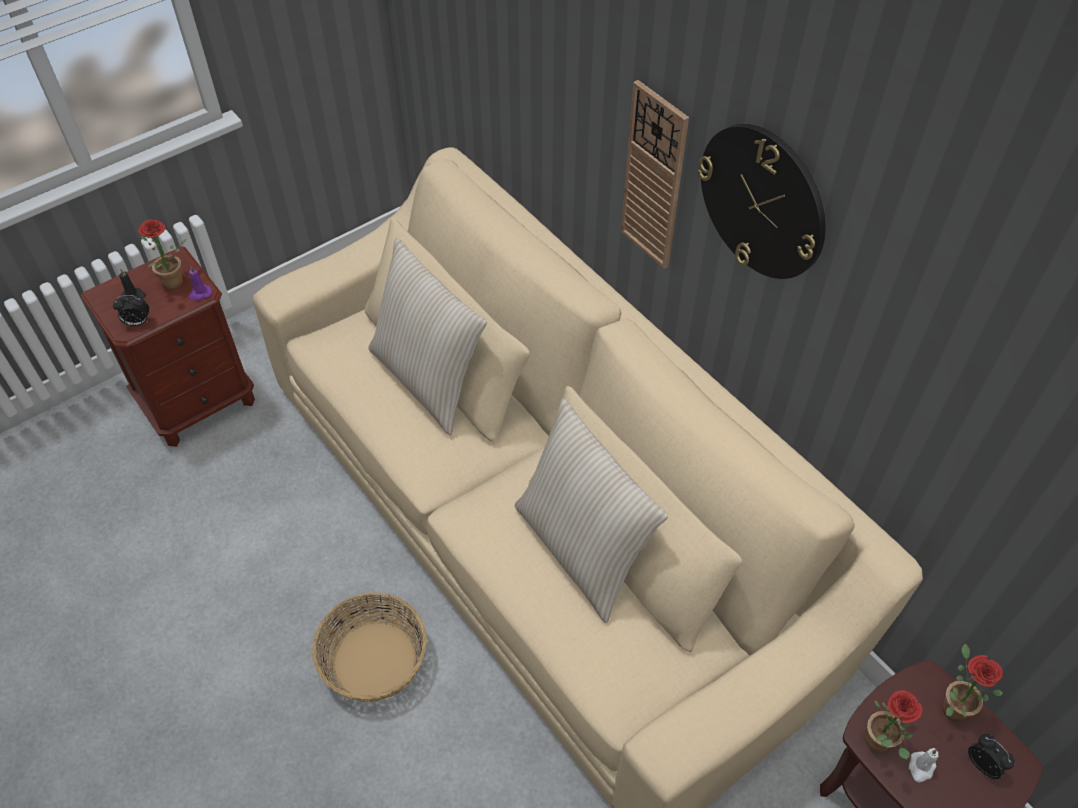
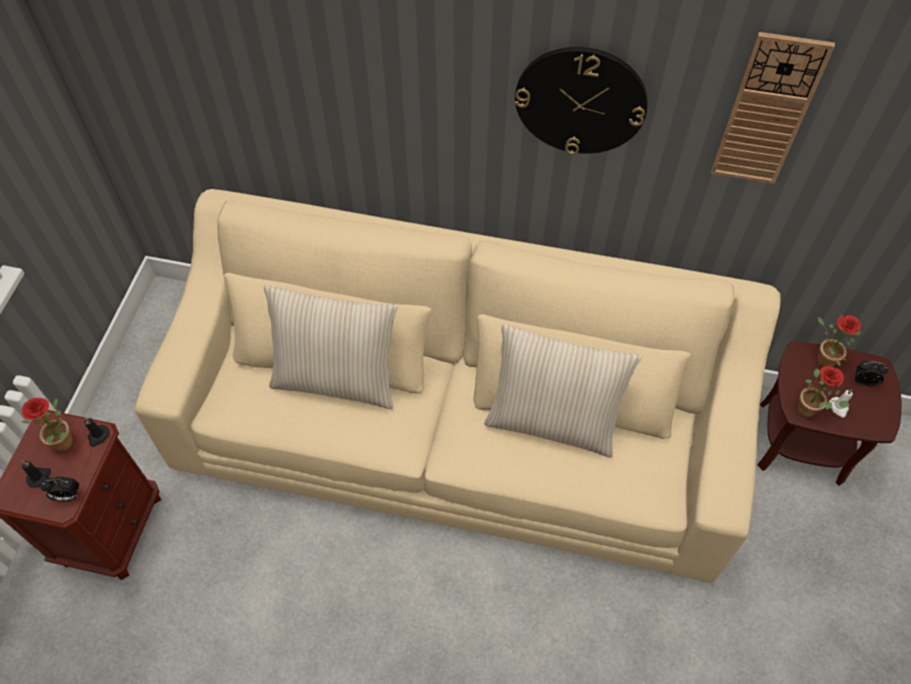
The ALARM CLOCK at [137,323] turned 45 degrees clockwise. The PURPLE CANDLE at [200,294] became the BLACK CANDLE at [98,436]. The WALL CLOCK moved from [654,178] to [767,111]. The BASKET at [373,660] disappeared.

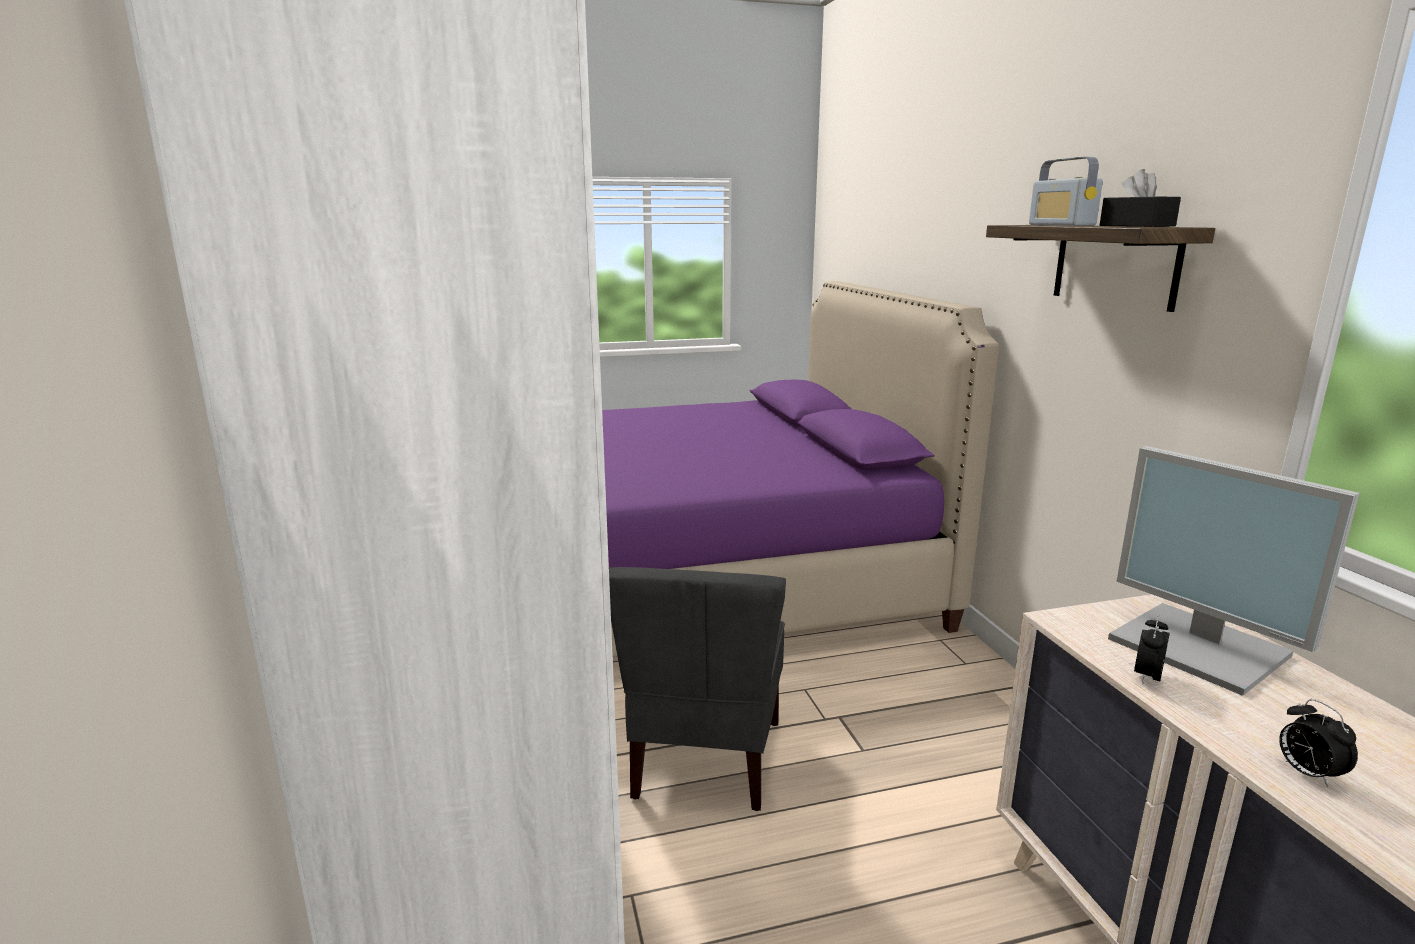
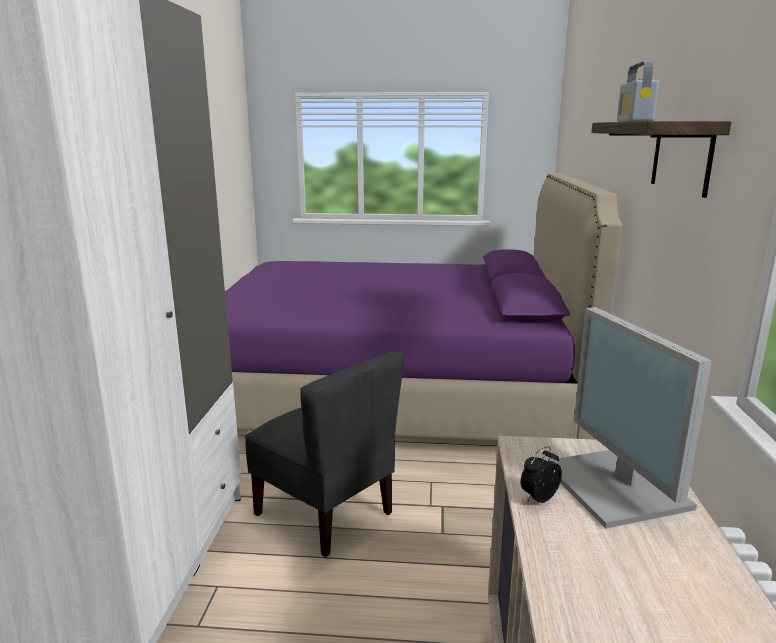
The GREY CHAIR at [705,759] turned 75 degrees counterclockwise. The BLACK TISSUE BOX at [1136,226] disappeared. The ALARM CLOCK at [1307,773] disappeared.

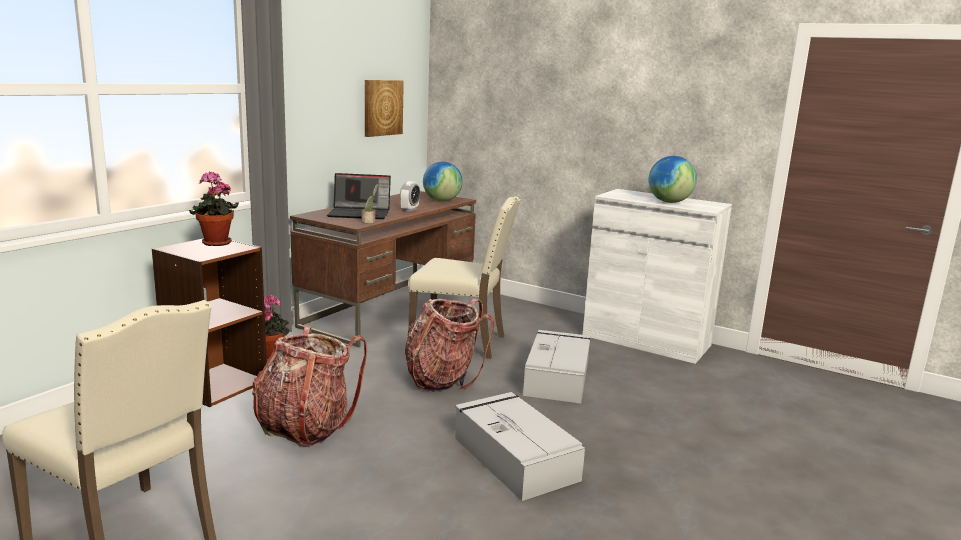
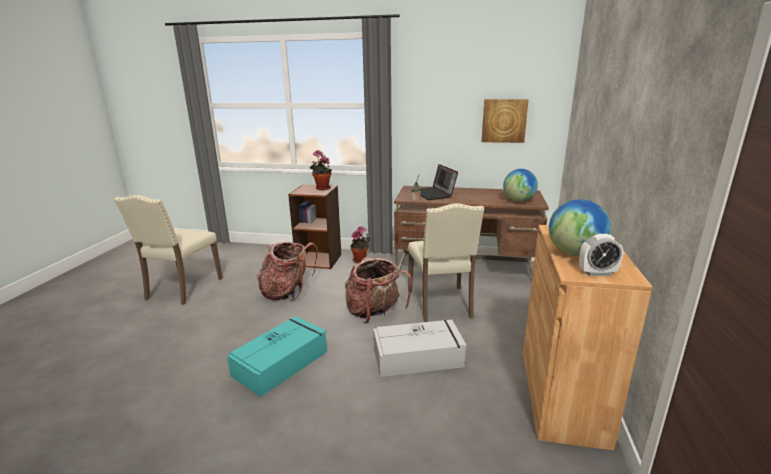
The GREY STORAGE BOX at [514,457] became the TURQUOISE STORAGE BOX at [282,362]. The WHITE CABINET at [646,340] became the BROWN CABINET at [561,395]. The ALARM CLOCK moved from [409,209] to [597,273].

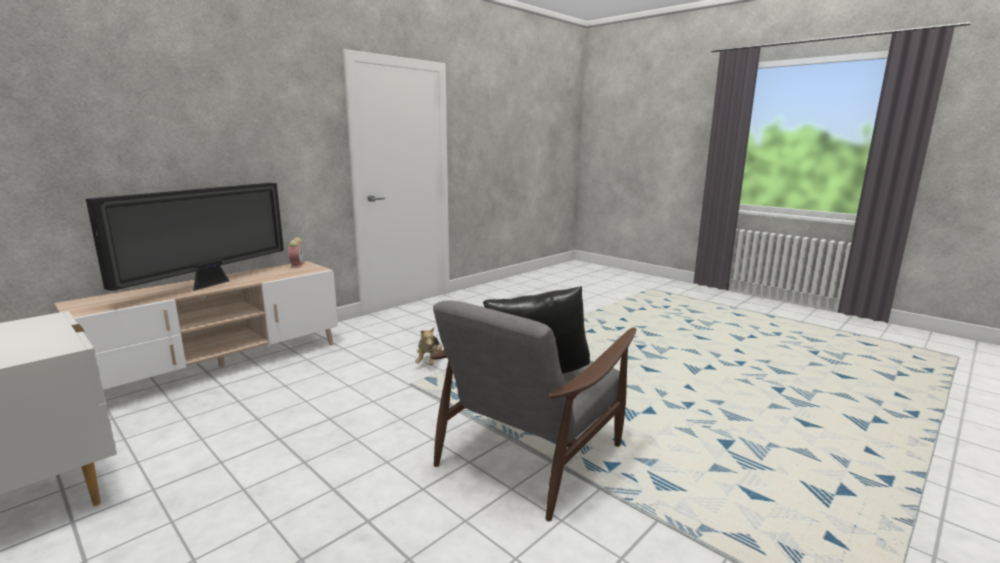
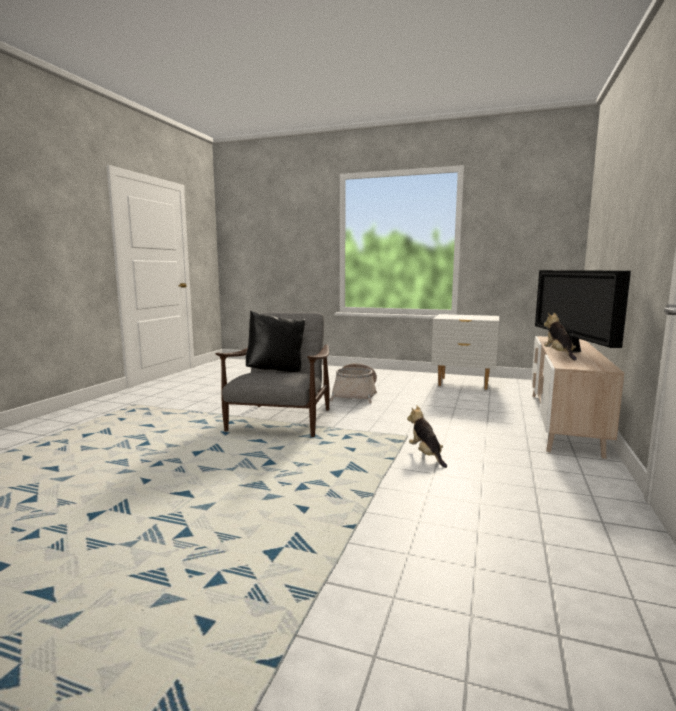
The BASKET at [355,395] appeared. The PLUSH TOY at [559,354] appeared. The ALARM CLOCK at [297,265] disappeared.

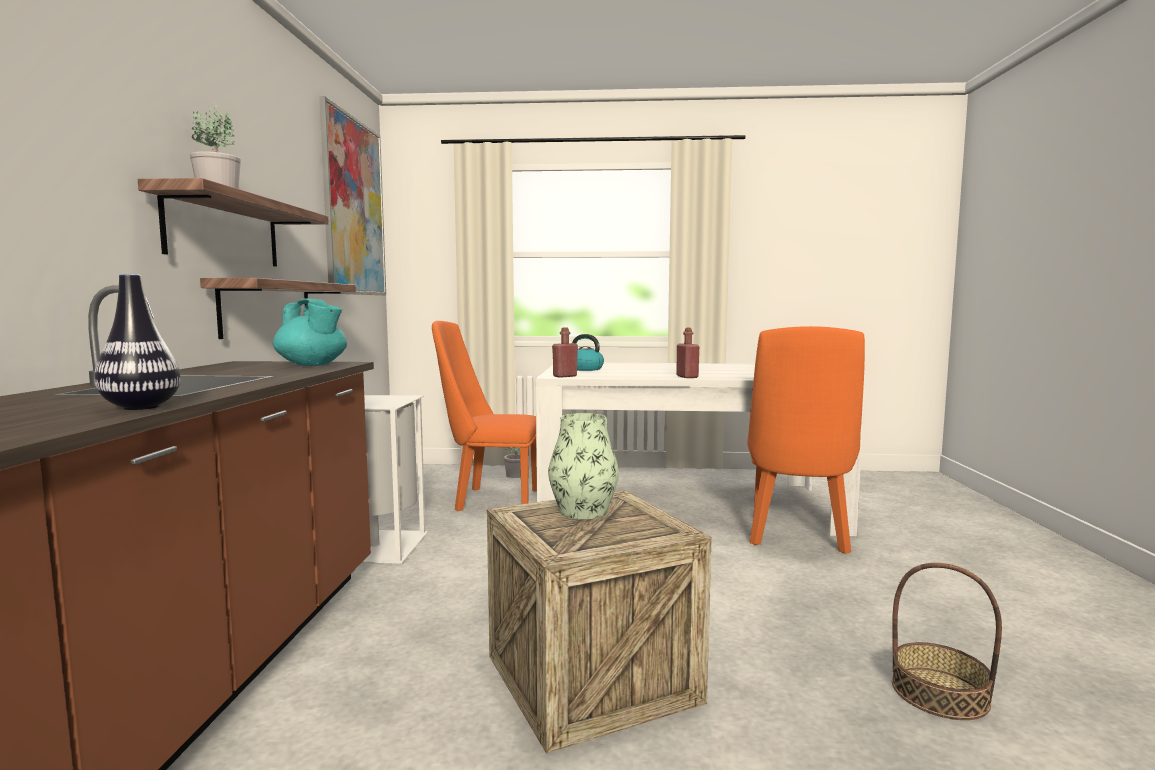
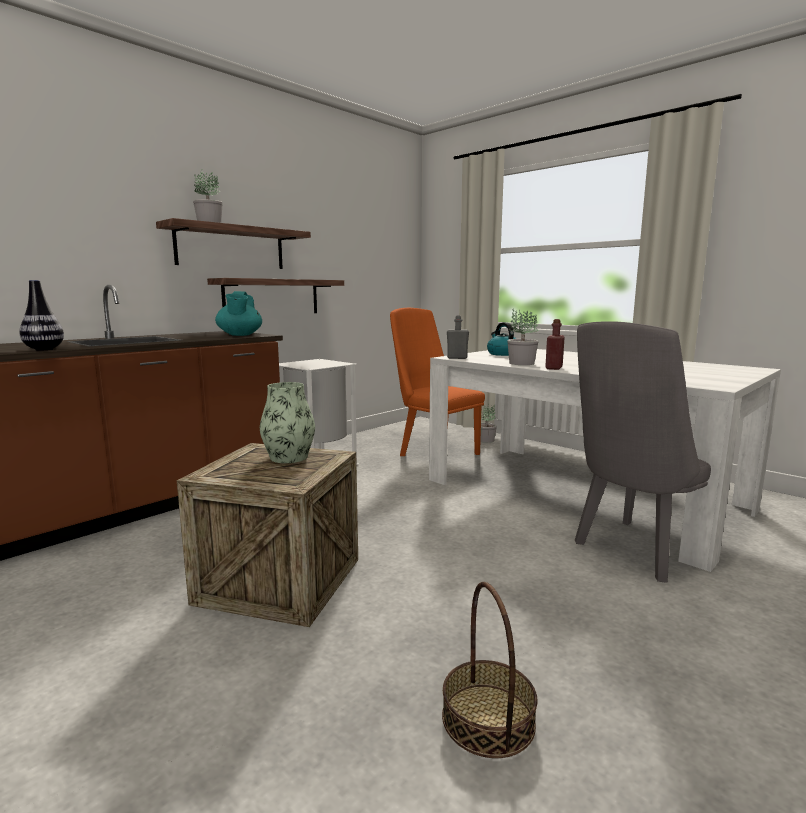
The RED BOTTLE at [565,376] became the GREY BOTTLE at [457,358]. The POTTED PLANT at [521,363] appeared. The ORANGE CHAIR at [797,538] became the GREY CHAIR at [634,552]. The PICTURE at [354,207] disappeared.

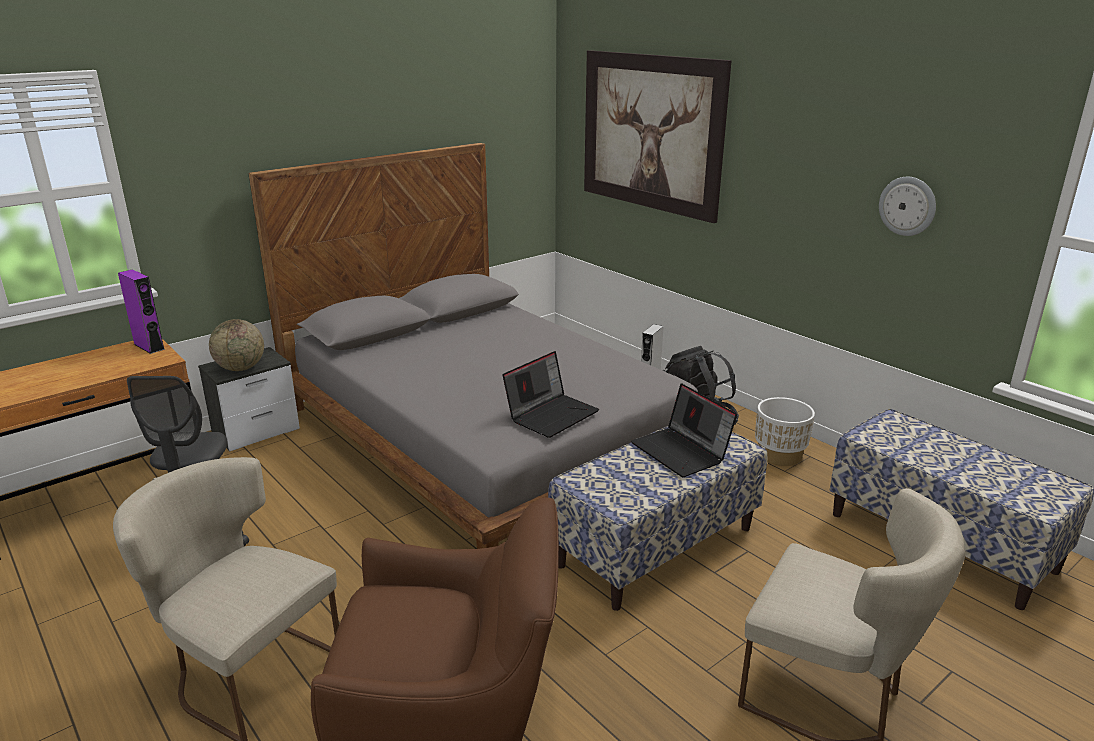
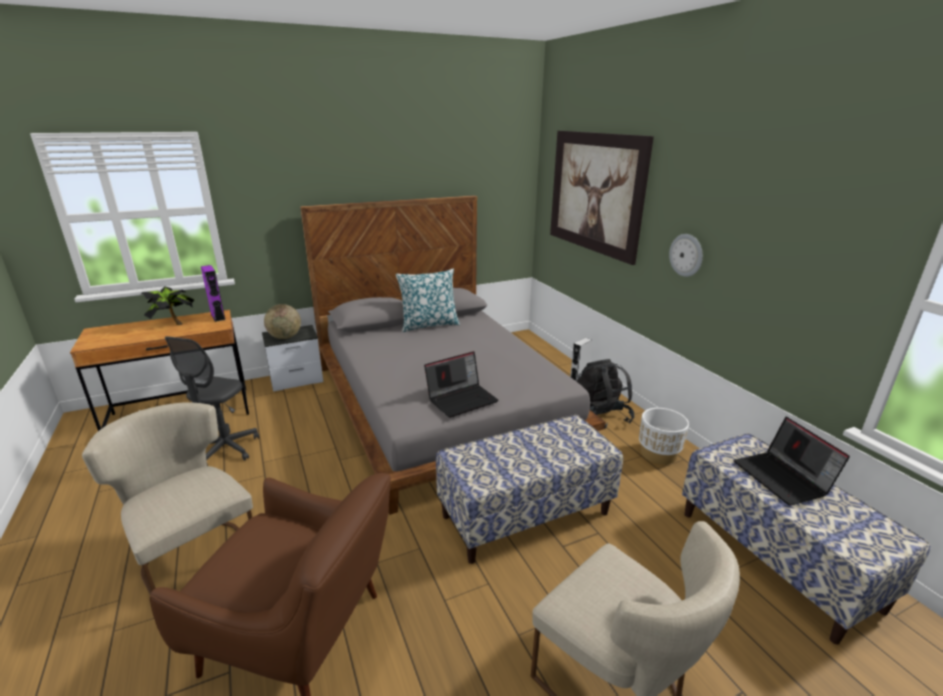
The POTTED PLANT at [173,324] appeared. The PILLOW at [429,325] appeared. The WALL CLOCK moved from [907,206] to [686,255]. The LAPTOP moved from [682,452] to [783,478].

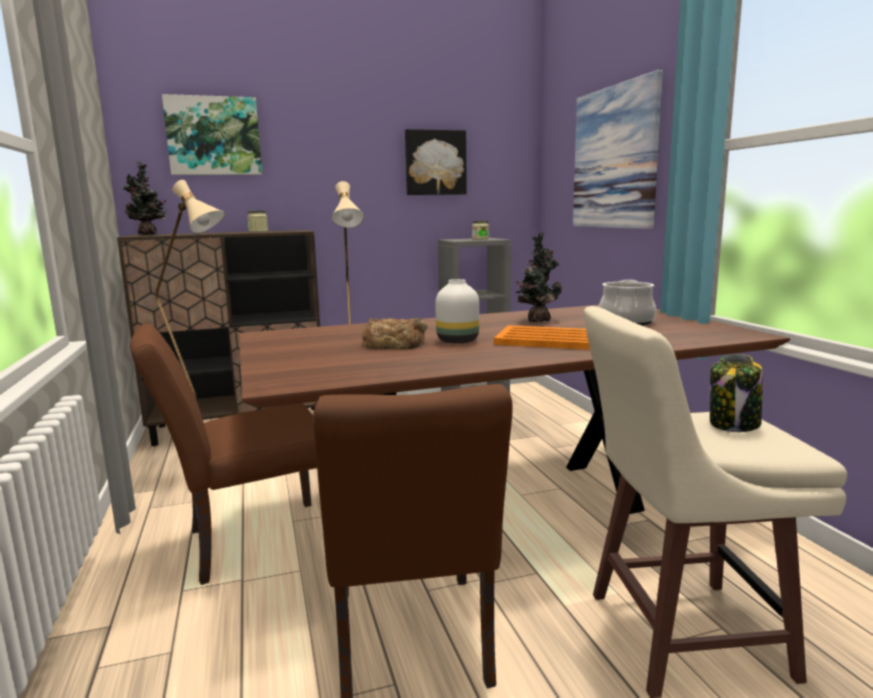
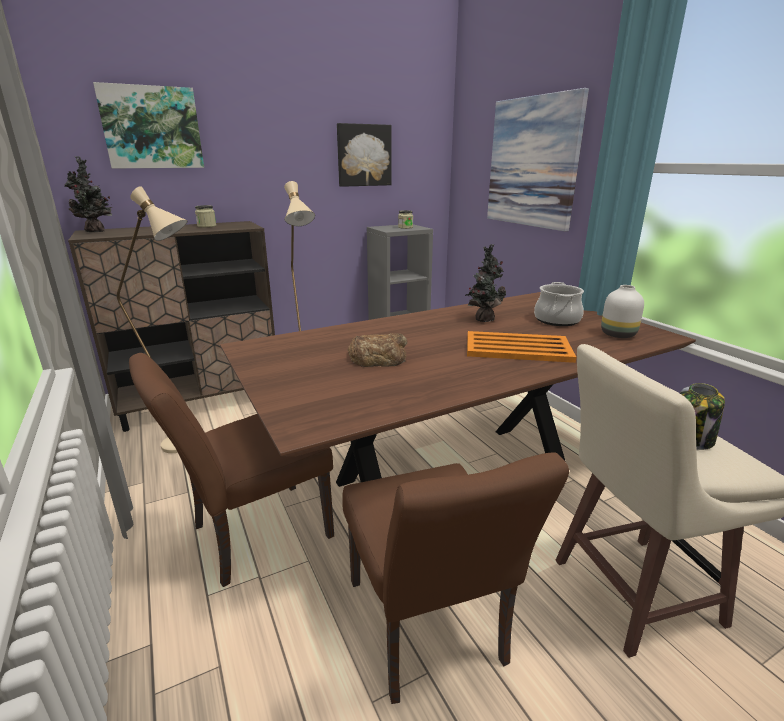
The WHITE VASE moved from [458,341] to [618,334].

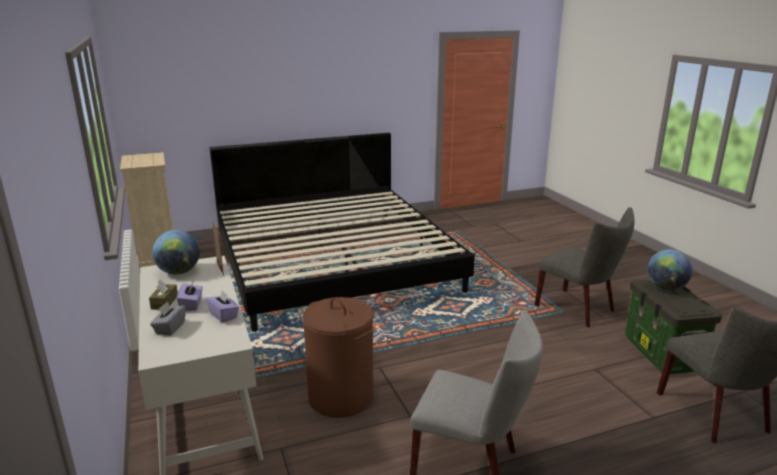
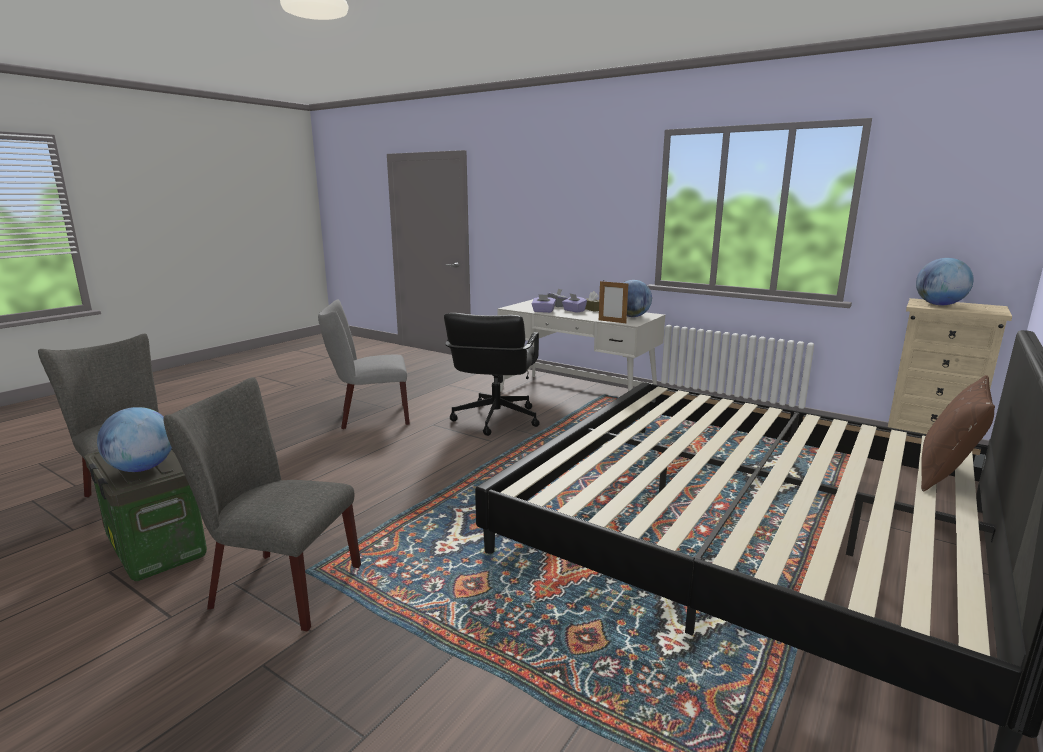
The BROWN LAUNDRY BASKET at [341,397] was replaced by the BLACK OFFICE CHAIR at [495,419]. The GLOBE at [939,305] appeared. The BROWN PILLOW at [945,475] appeared.

